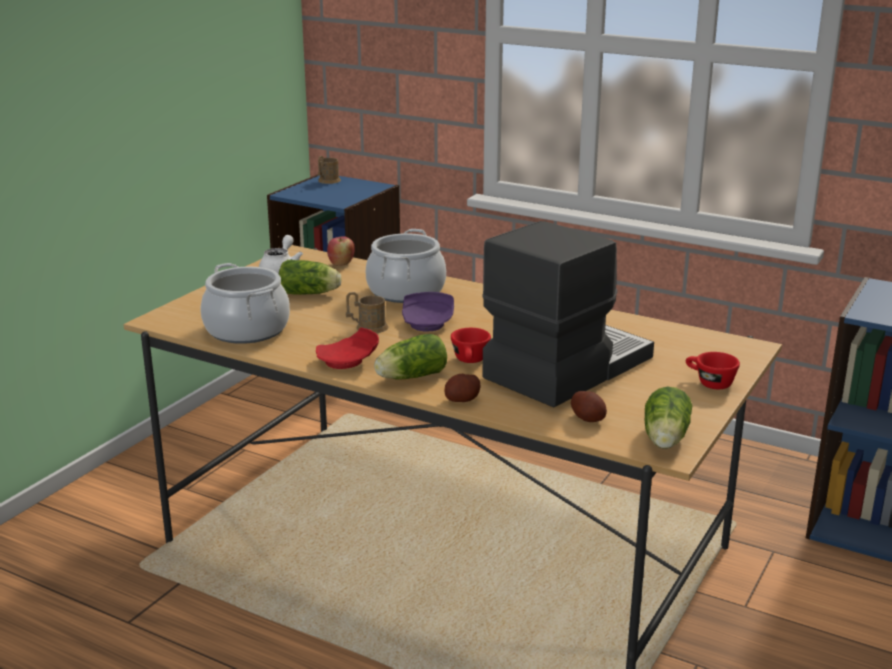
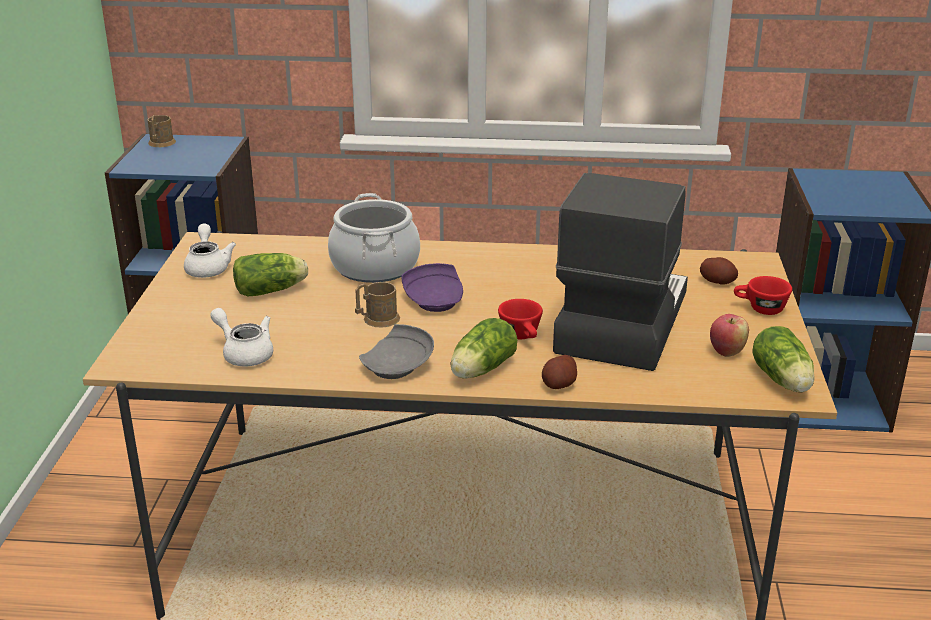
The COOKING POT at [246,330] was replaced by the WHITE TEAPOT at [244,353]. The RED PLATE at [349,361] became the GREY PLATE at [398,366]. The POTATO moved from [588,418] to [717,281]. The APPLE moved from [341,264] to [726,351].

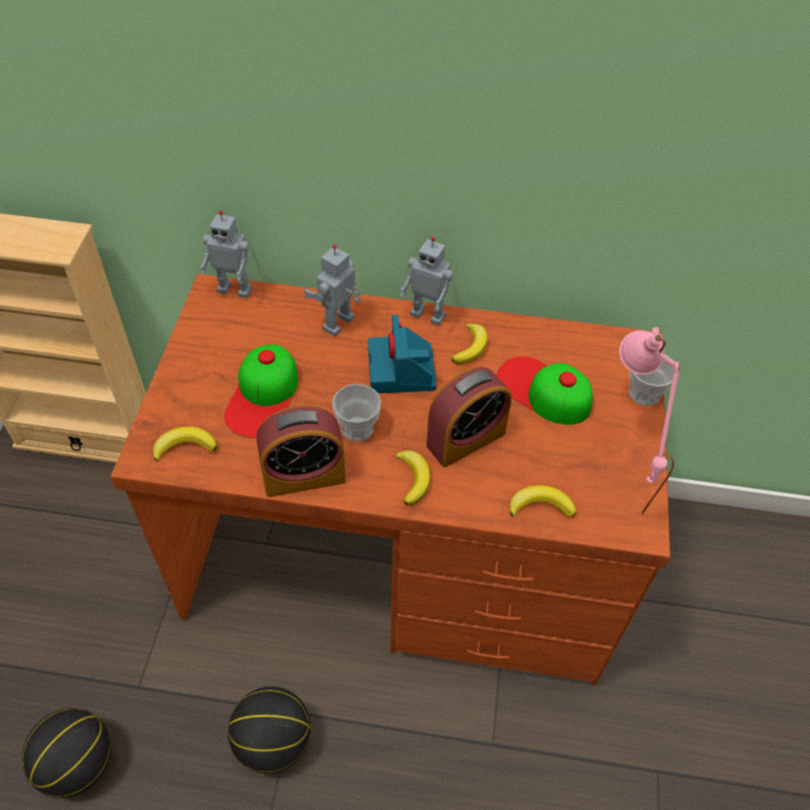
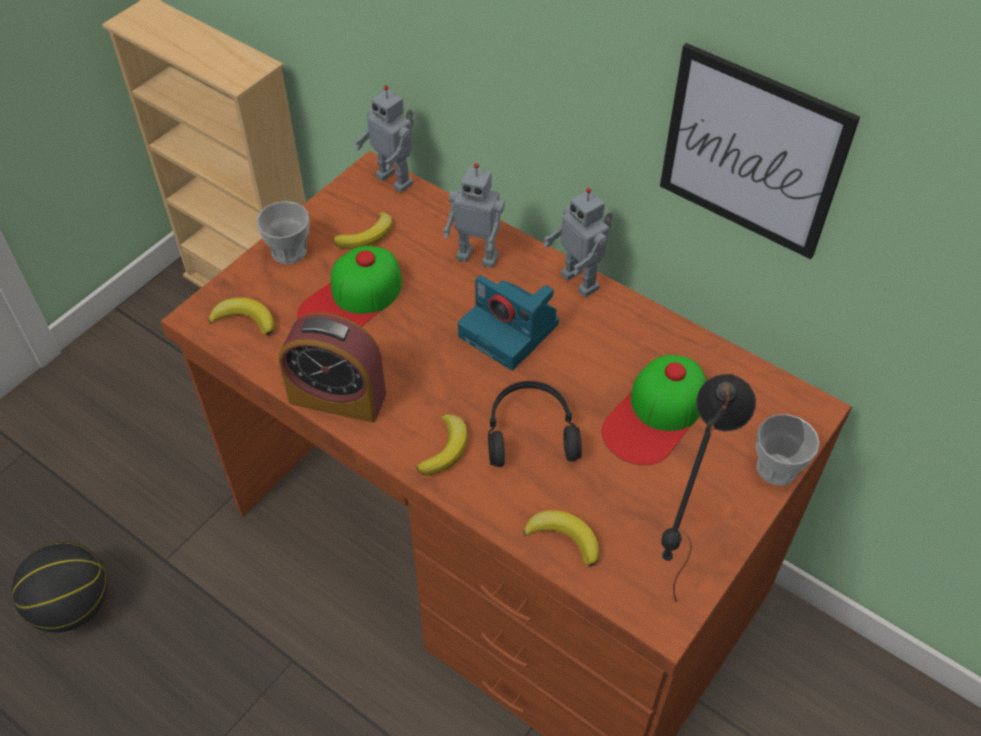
The CUP moved from [357,428] to [289,251]. The BANANA moved from [470,347] to [367,236]. The TOY ROBOT at [340,324] turned 135 degrees counterclockwise. The PHOTO CAMERA at [402,371] turned 75 degrees counterclockwise. The ALARM CLOCK at [465,439] was replaced by the BLACK HEADPHONES at [530,431]. The CAP at [543,391] turned 120 degrees counterclockwise. The PICTURE at [752,153] appeared. The PINK TABLE LAMP at [617,476] became the BLACK TABLE LAMP at [677,546]. The BASKETBALL at [273,741] disappeared.

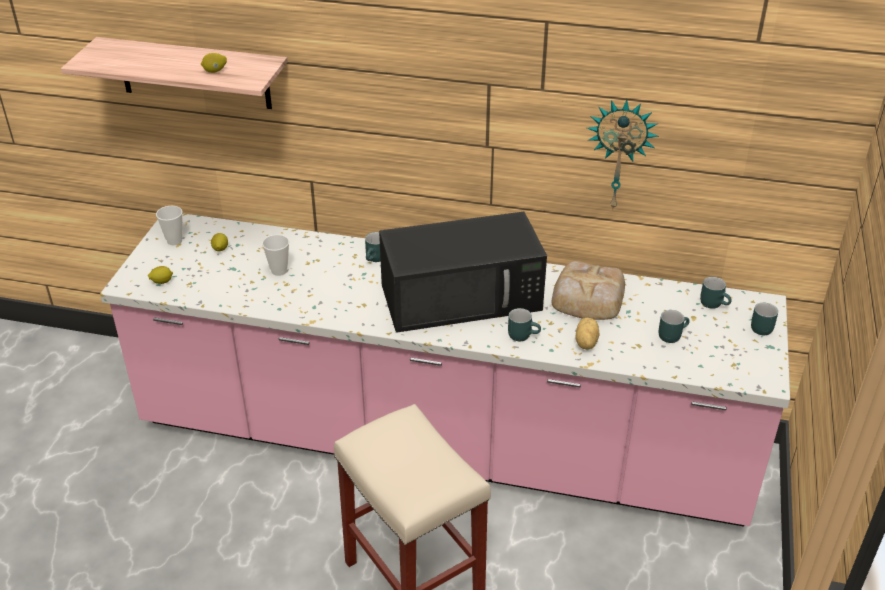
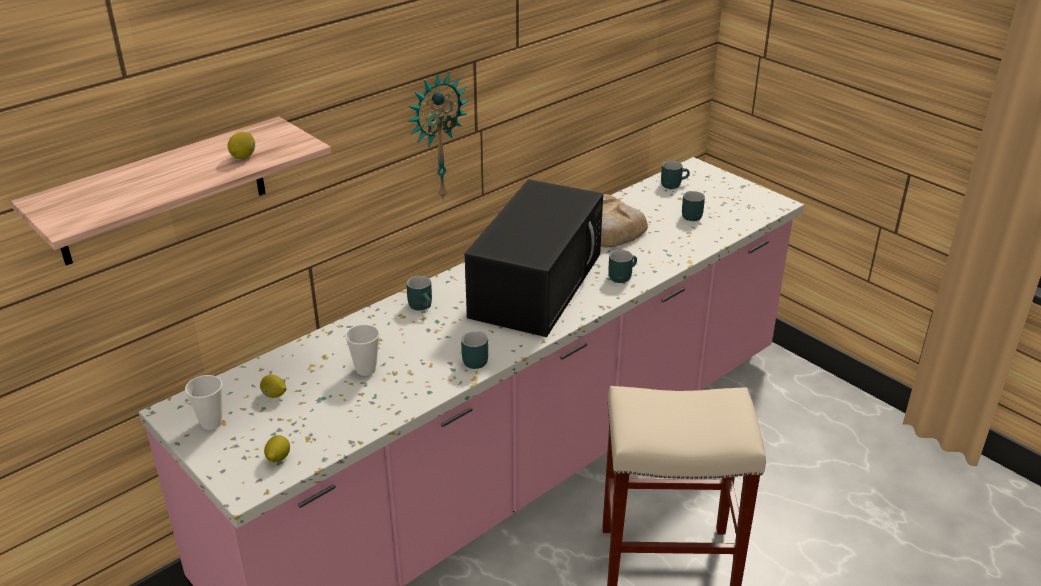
The WALL CLOCK moved from [619,154] to [436,137]. The TURQUOISE MUG moved from [762,326] to [472,359]. The POTATO at [585,342] disappeared.

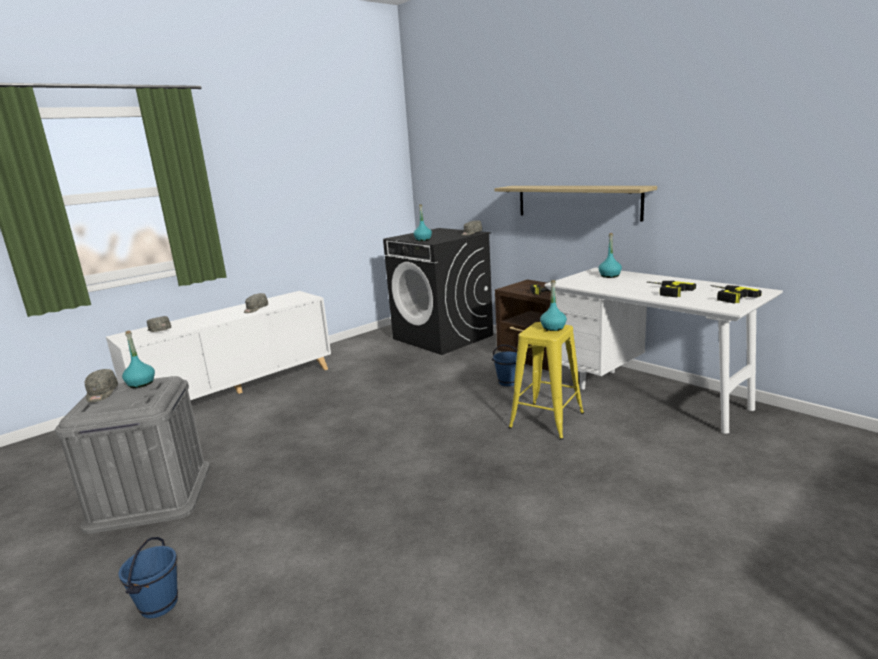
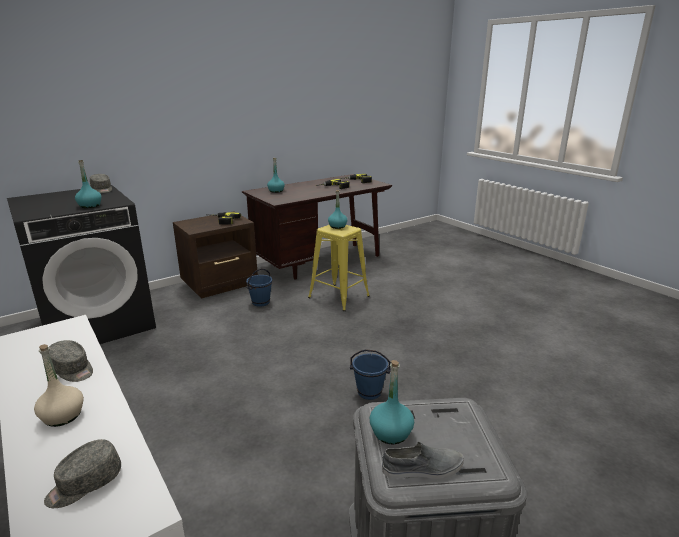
The BEIGE BOTTLE at [63,416] appeared. The WHITE DESK at [649,395] became the BROWN DESK at [320,262]. The BLUE BUCKET moved from [158,605] to [369,392]. The GREY CAP at [101,393] was replaced by the GREY SHOE at [423,468]. The SHELF at [576,202] disappeared.

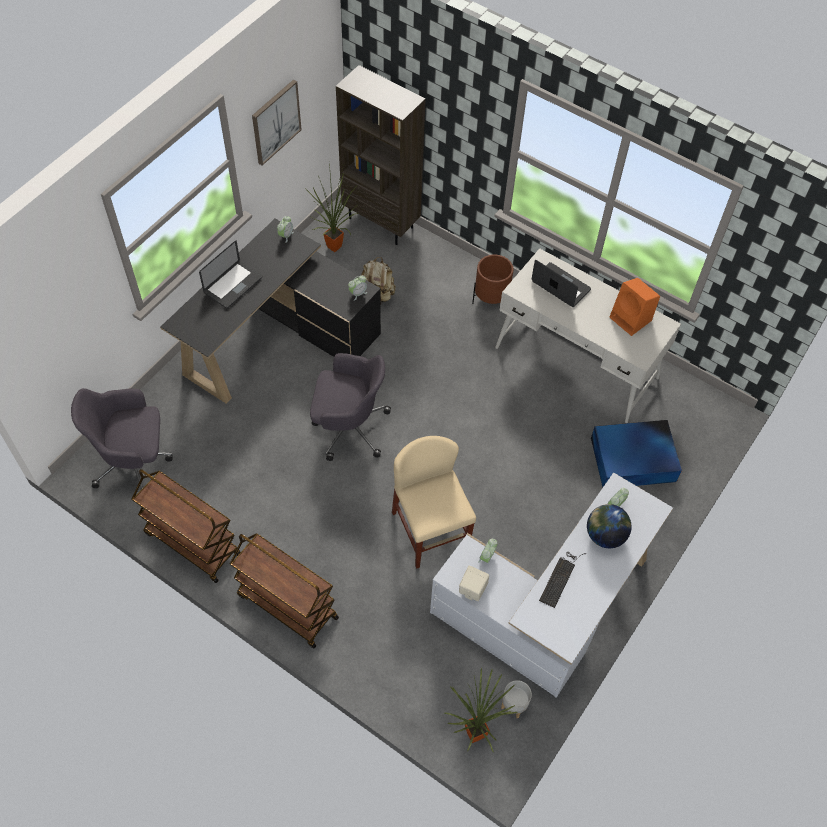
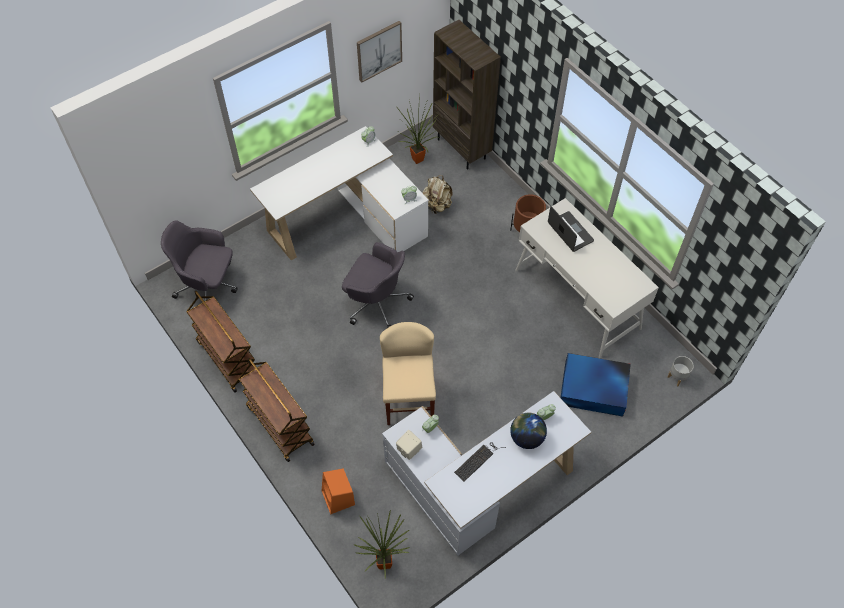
The BLACK DESK at [277,338] became the WHITE DESK at [347,220]. The ORANGE SPEAKER moved from [631,319] to [338,498]. The GREY PLANTER moved from [514,705] to [677,378]. The LAPTOP at [233,285] disappeared.

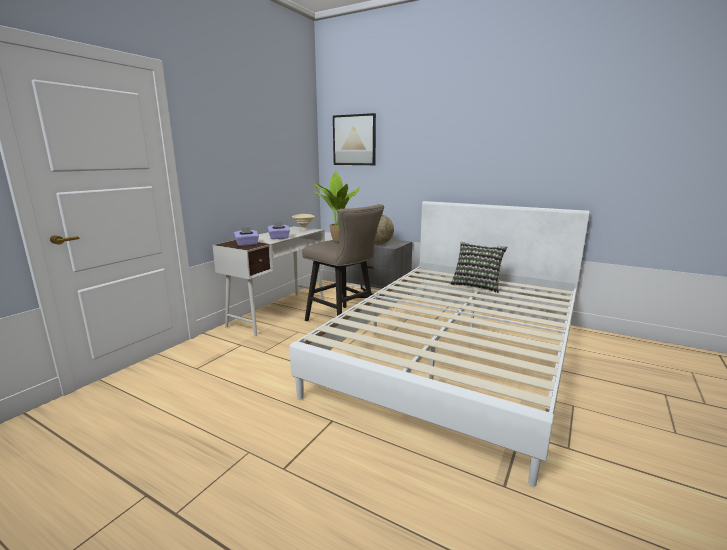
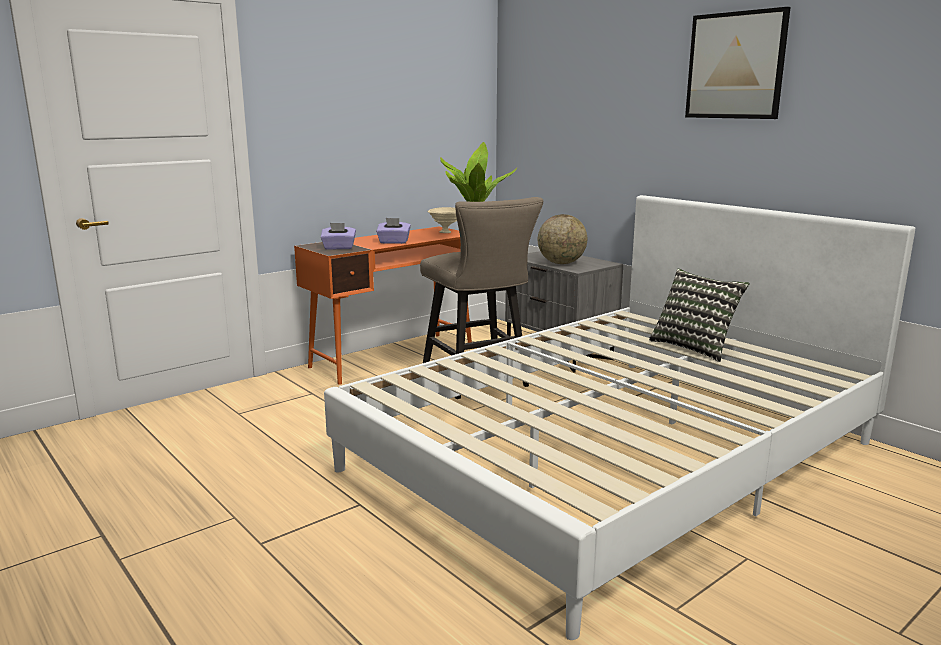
The WHITE DESK at [279,312] became the ORANGE DESK at [394,357]. The PICTURE moved from [354,140] to [735,66].

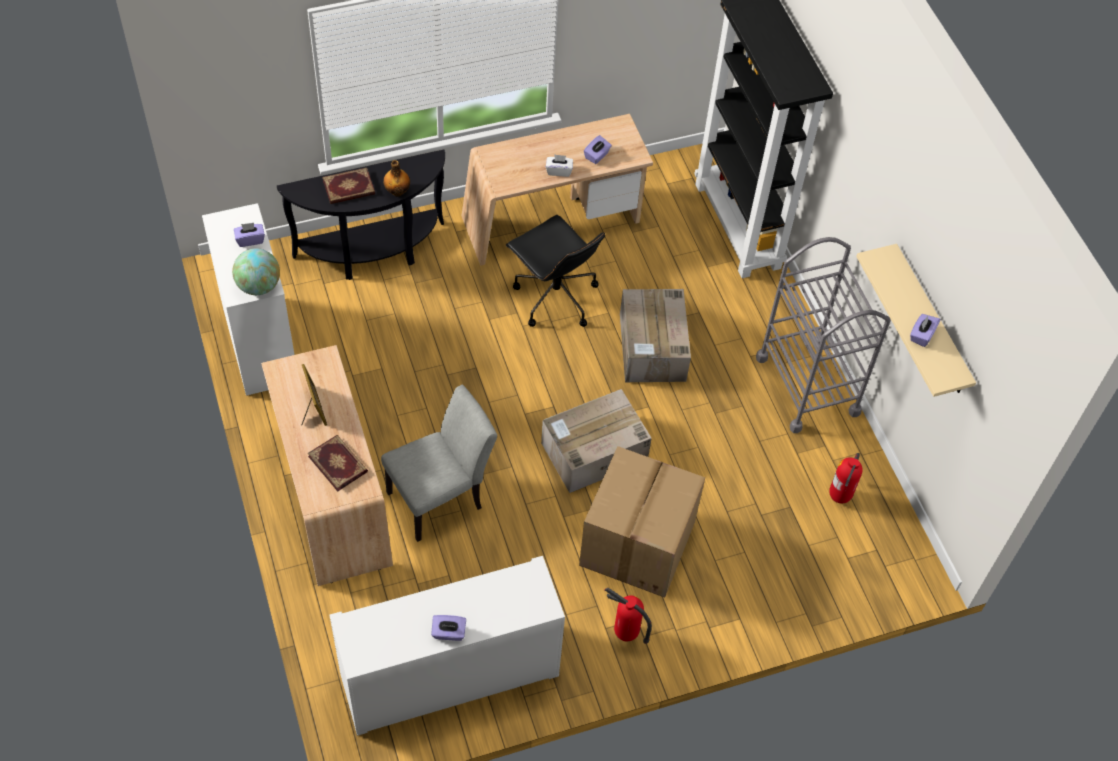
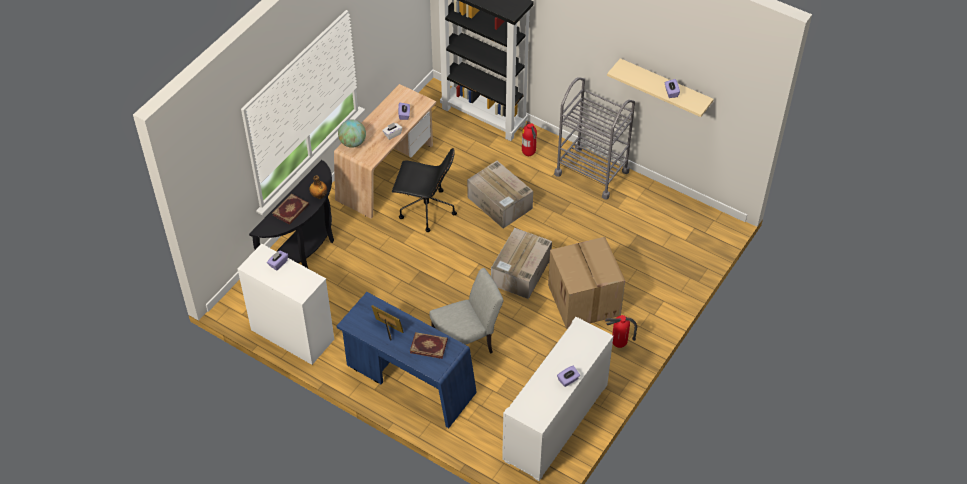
The BEIGE DESK at [331,493] became the BLUE DESK at [409,381]. The GLOBE moved from [259,286] to [353,143]. The GREY CHAIR at [441,497] turned 45 degrees clockwise. The FIRE EXTINGUISHER moved from [840,497] to [529,154].

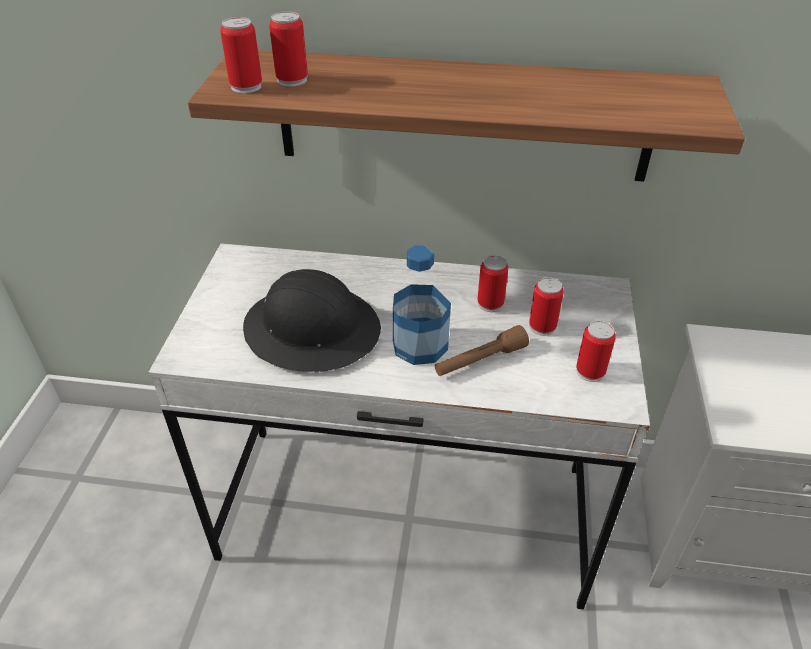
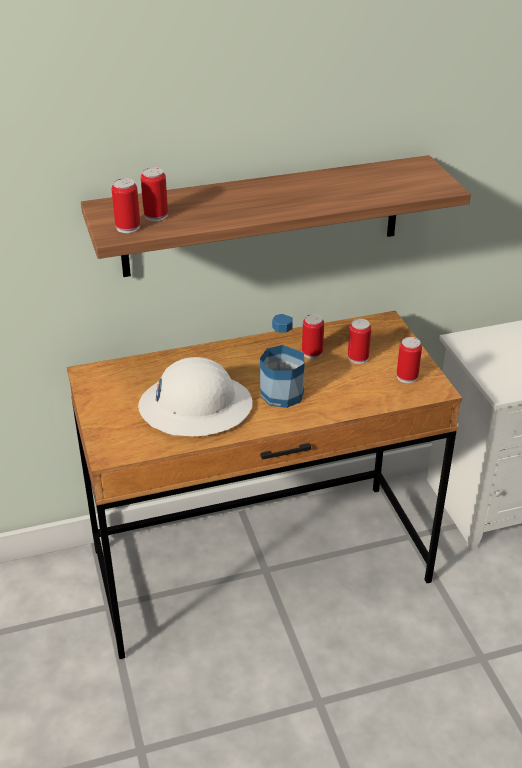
The WHITE DESK at [406,513] became the BROWN DESK at [261,566]. The BLACK HARD HAT at [312,329] became the WHITE HARD HAT at [195,406]. The BROWN FLASHLIGHT at [480,361] disappeared.

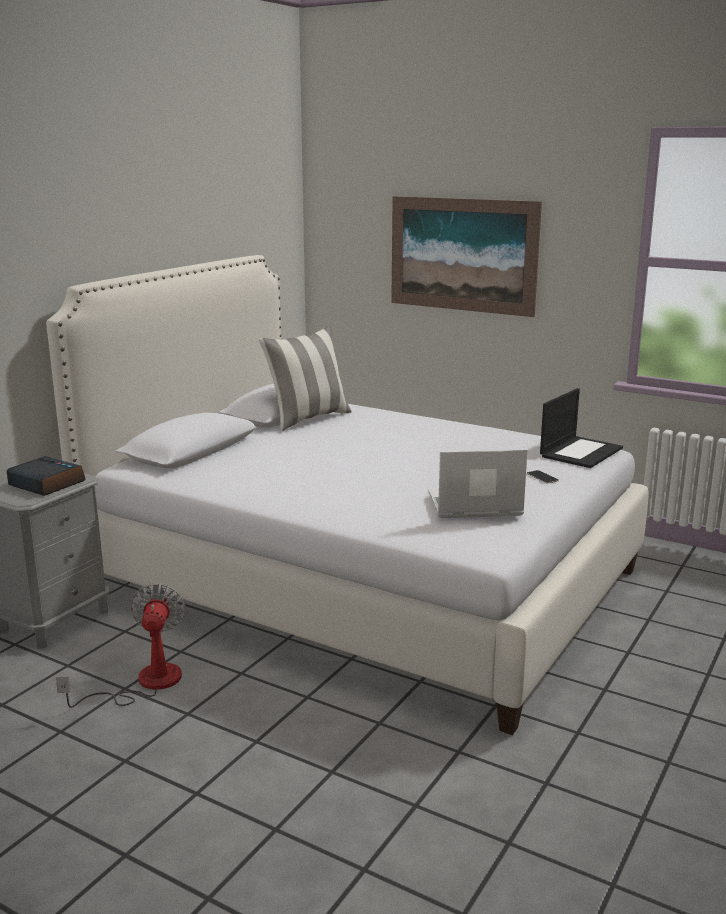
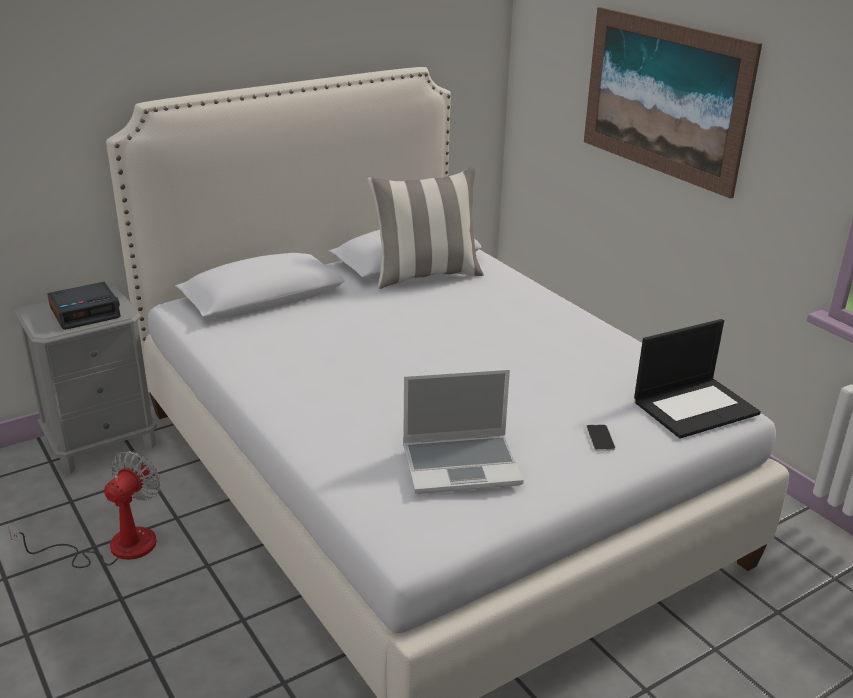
The ALARM CLOCK at [46,483] turned 90 degrees clockwise. The LAPTOP at [473,506] turned 150 degrees clockwise.

